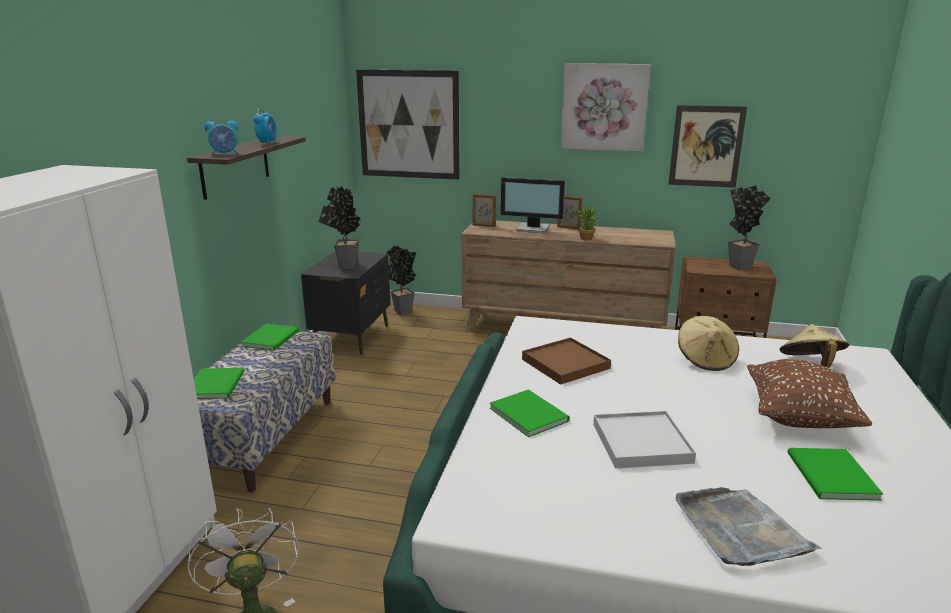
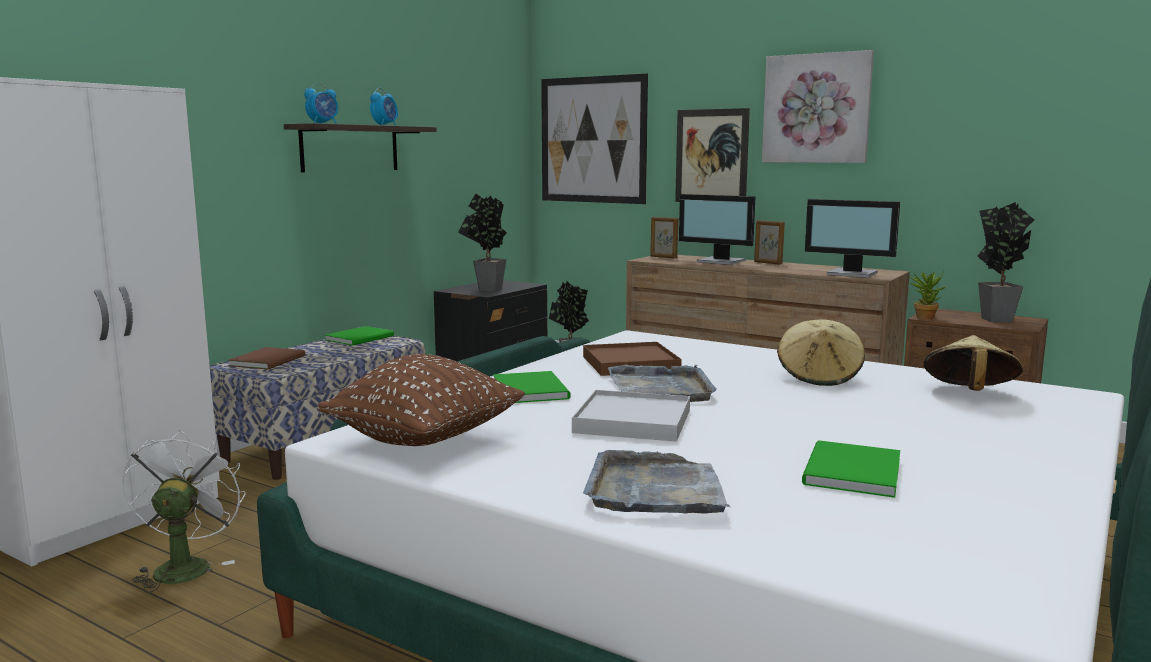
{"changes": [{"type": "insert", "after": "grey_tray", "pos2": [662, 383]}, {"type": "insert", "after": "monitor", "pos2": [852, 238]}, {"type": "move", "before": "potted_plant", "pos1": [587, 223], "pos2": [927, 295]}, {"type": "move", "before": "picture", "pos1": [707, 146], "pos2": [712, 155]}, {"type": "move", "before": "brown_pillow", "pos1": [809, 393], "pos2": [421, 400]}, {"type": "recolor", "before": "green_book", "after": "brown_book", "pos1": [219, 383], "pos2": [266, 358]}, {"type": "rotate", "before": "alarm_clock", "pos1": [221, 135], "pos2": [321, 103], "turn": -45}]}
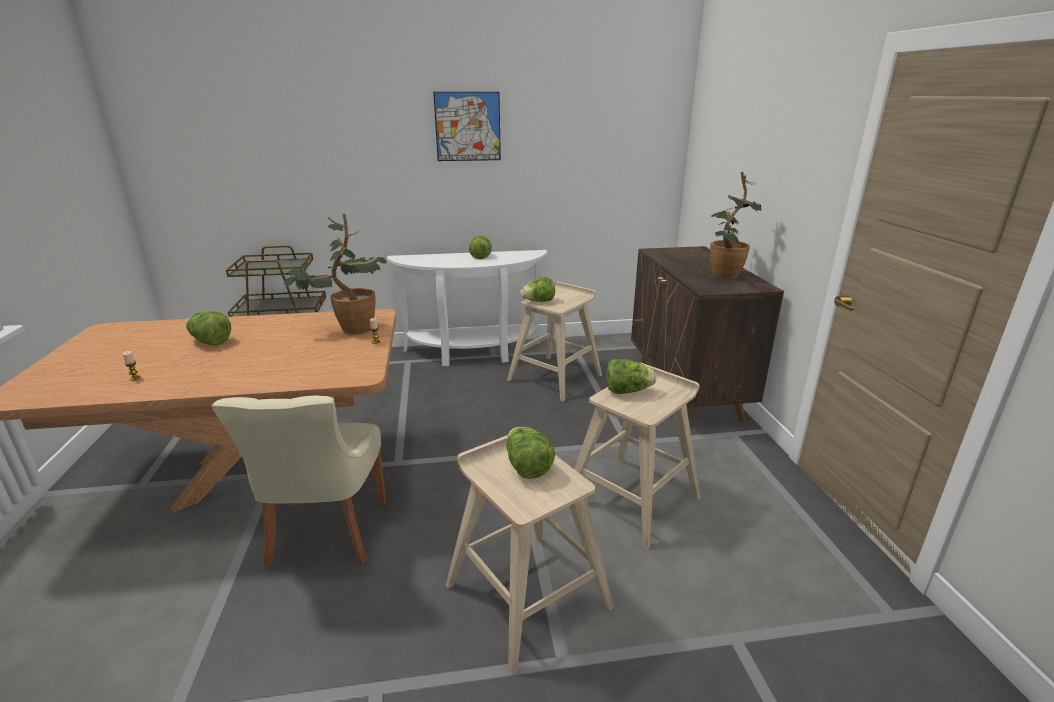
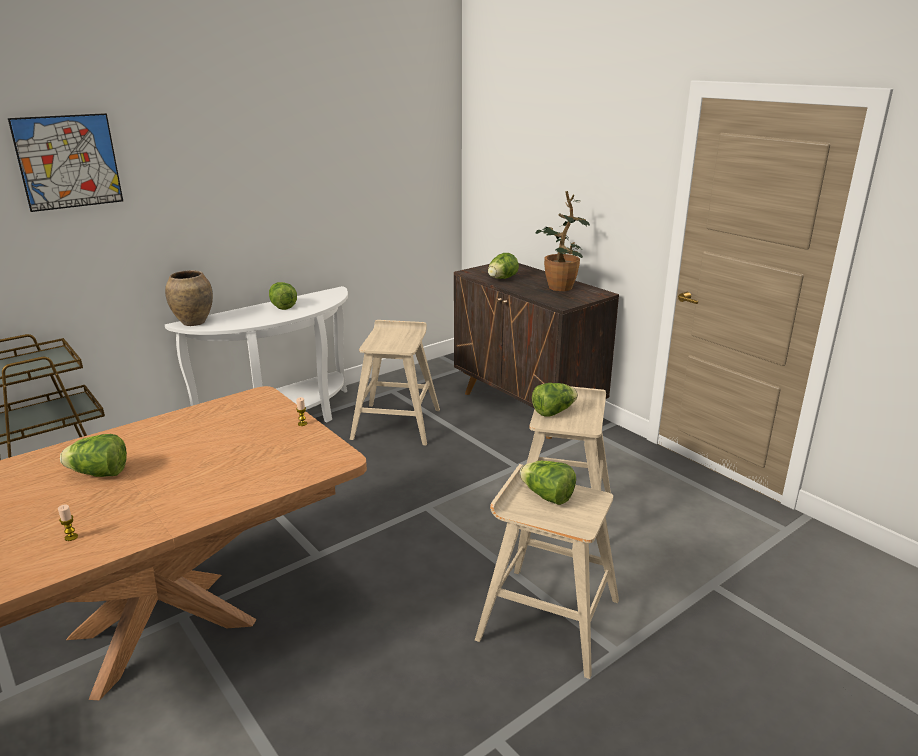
{"changes": [{"type": "delete", "before": "beige_chair", "pos1": [299, 481]}, {"type": "delete", "before": "potted_plant", "pos1": [335, 274]}, {"type": "insert", "after": "brown_vase", "pos2": [189, 298]}, {"type": "move", "before": "picture", "pos1": [467, 126], "pos2": [65, 162]}, {"type": "move", "before": "lettuce", "pos1": [537, 289], "pos2": [503, 266]}]}
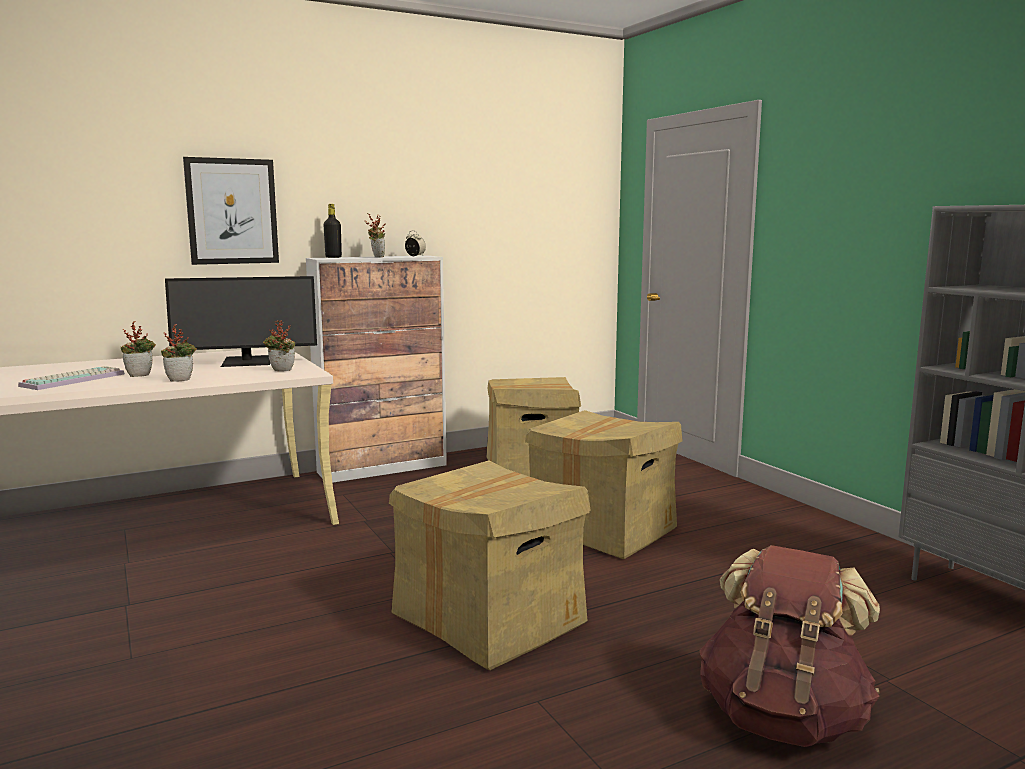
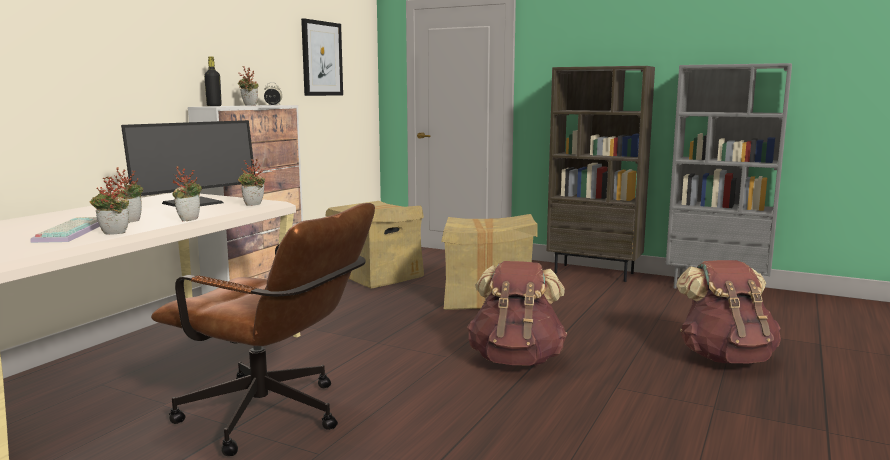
{"changes": [{"type": "insert", "after": "potted_plant", "pos2": [109, 206]}, {"type": "insert", "after": "brown_office_chair", "pos2": [263, 329]}, {"type": "insert", "after": "brown_bookcase", "pos2": [601, 174]}, {"type": "move", "before": "picture", "pos1": [231, 211], "pos2": [322, 57]}, {"type": "replace", "before": "cardboard_box", "after": "brown_backpack", "pos1": [489, 565], "pos2": [517, 313]}]}
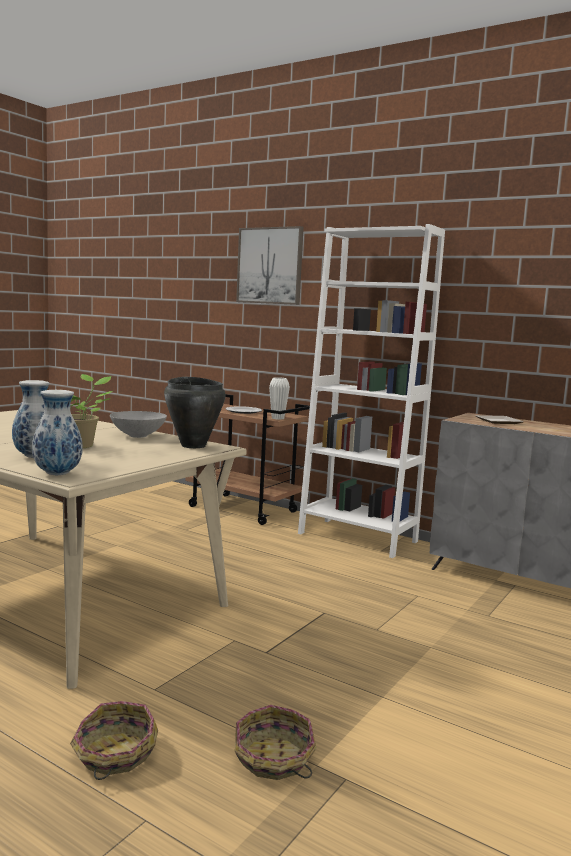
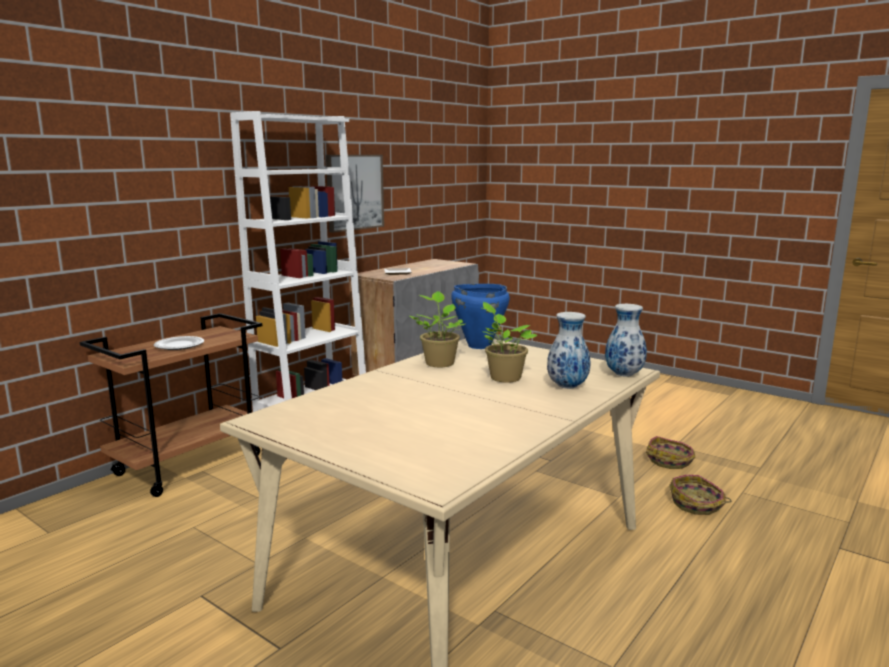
{"changes": [{"type": "delete", "before": "white_vase", "pos1": [279, 398]}, {"type": "move", "before": "picture", "pos1": [270, 265], "pos2": [355, 193]}, {"type": "replace", "before": "grey_bowl", "after": "potted_plant", "pos1": [138, 424], "pos2": [437, 329]}, {"type": "recolor", "before": "black_cooking_pot", "after": "blue_cooking_pot", "pos1": [195, 412], "pos2": [480, 316]}]}
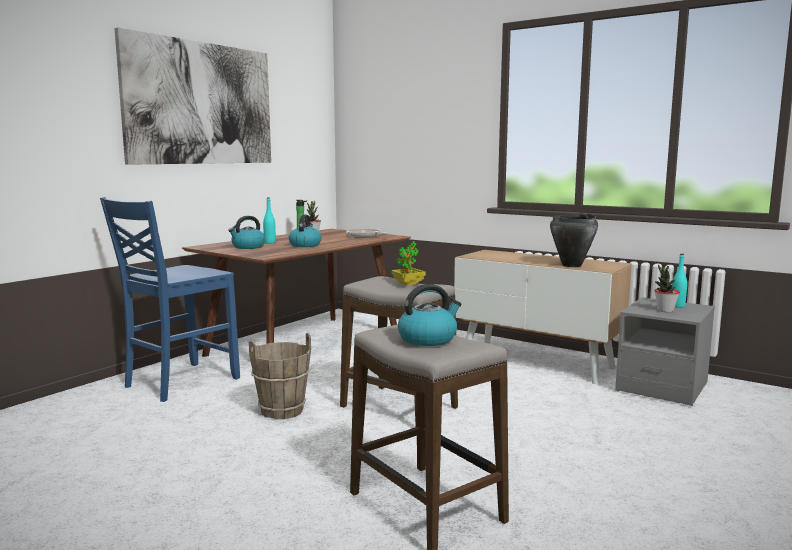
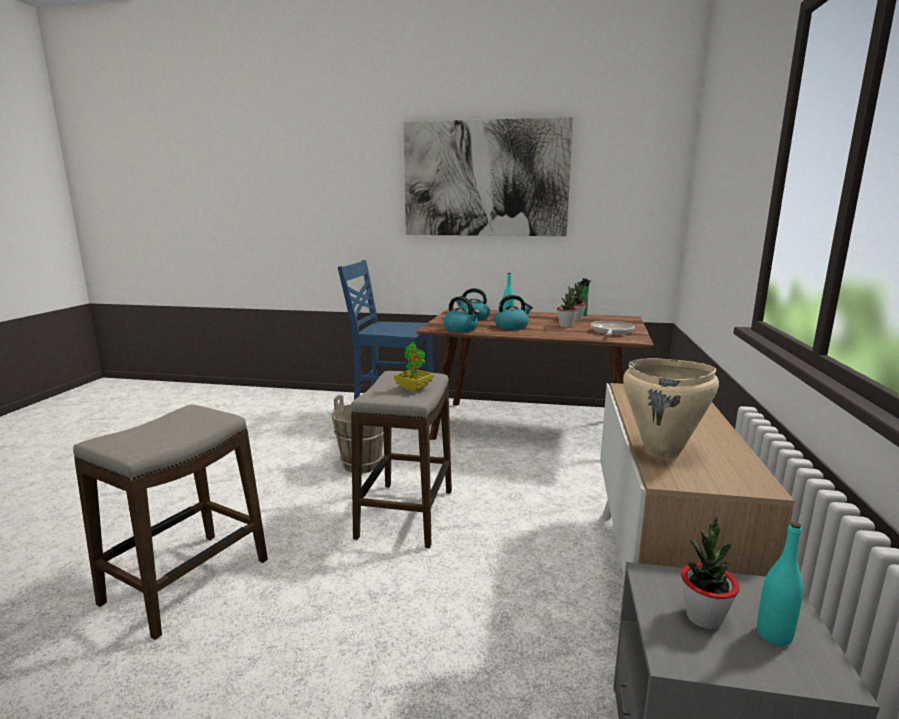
{"changes": [{"type": "insert", "after": "potted_plant", "pos2": [567, 306]}, {"type": "move", "before": "kettle", "pos1": [429, 315], "pos2": [461, 314]}, {"type": "recolor", "before": "black_cooking_pot", "after": "beige_cooking_pot", "pos1": [574, 240], "pos2": [671, 408]}]}
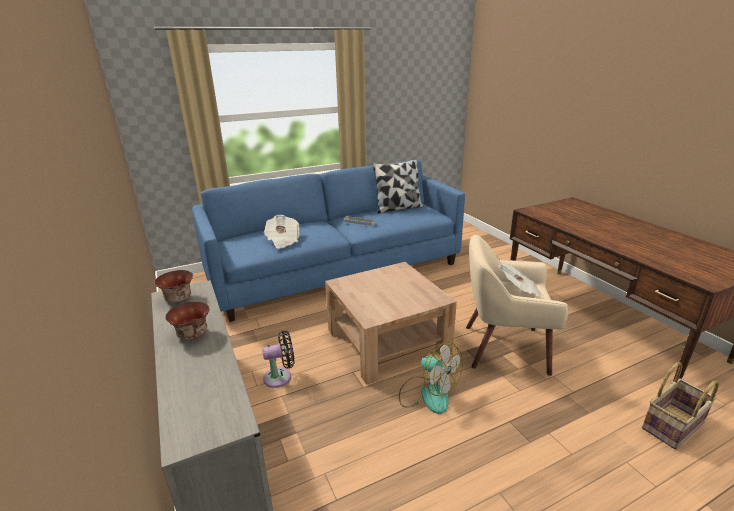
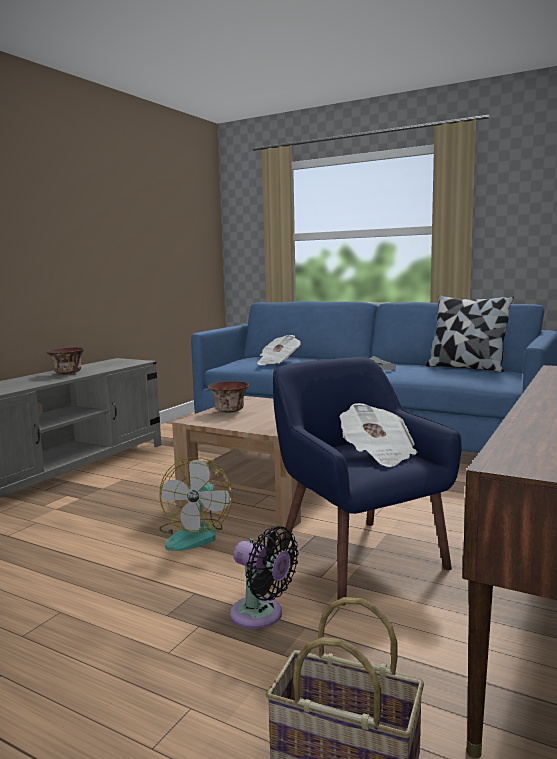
{"changes": [{"type": "move", "before": "bowl", "pos1": [173, 286], "pos2": [228, 396]}, {"type": "move", "before": "black_fan", "pos1": [278, 359], "pos2": [264, 577]}, {"type": "recolor", "before": "beige_armchair", "after": "blue_armchair", "pos1": [517, 305], "pos2": [367, 481]}]}
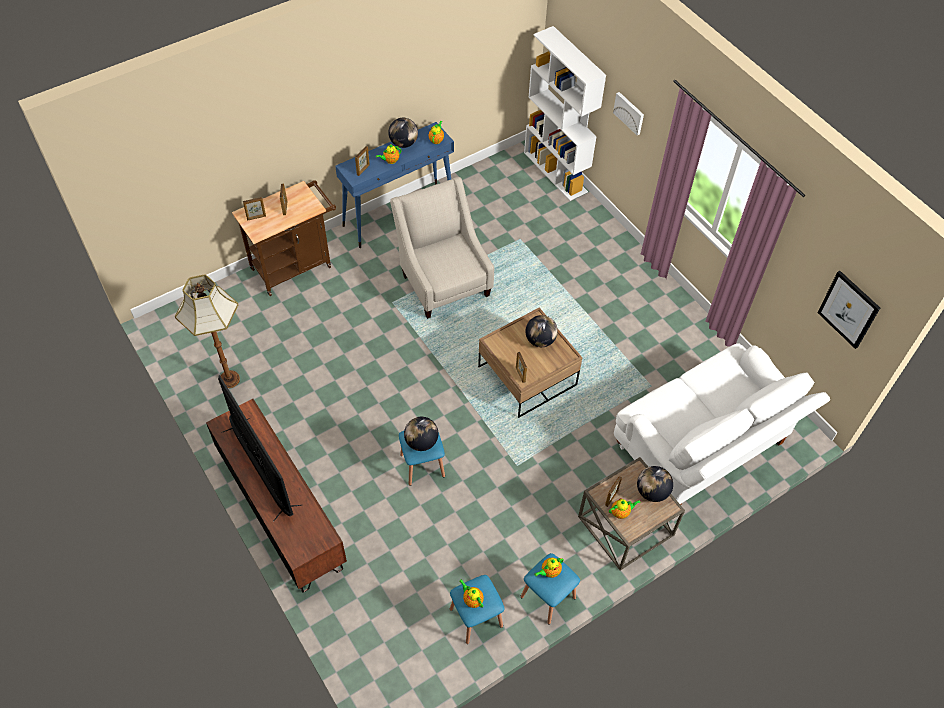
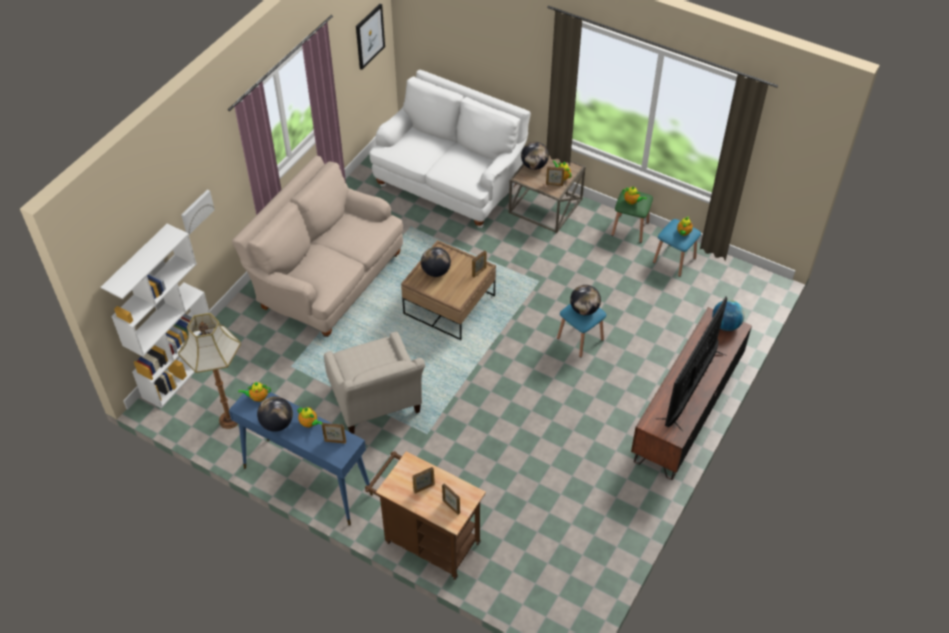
{"changes": [{"type": "insert", "after": "beige_sofa", "pos2": [317, 246]}, {"type": "insert", "after": "globe", "pos2": [728, 315]}, {"type": "move", "before": "floor_lamp", "pos1": [207, 331], "pos2": [209, 371]}, {"type": "recolor", "before": "blue_stool", "after": "green_stool", "pos1": [550, 589], "pos2": [632, 216]}, {"type": "rotate", "before": "beige_armchair", "pos1": [442, 248], "pos2": [374, 383], "turn": -60}]}
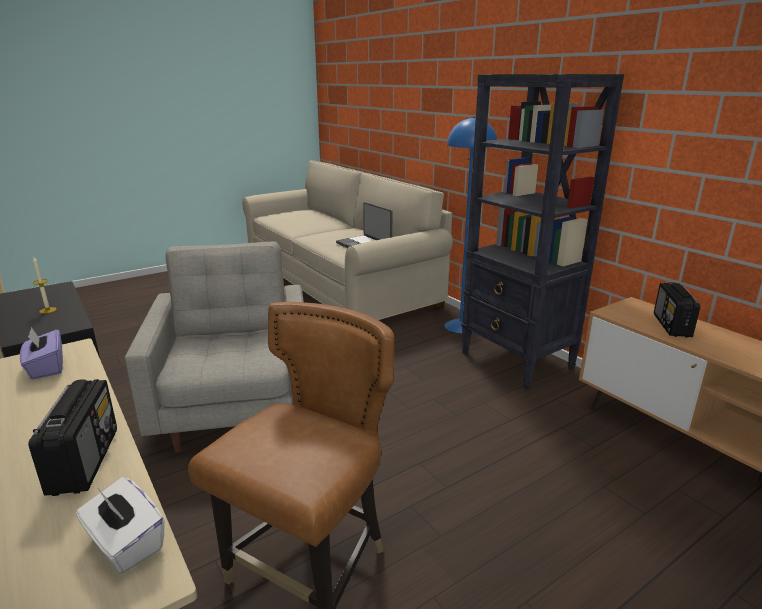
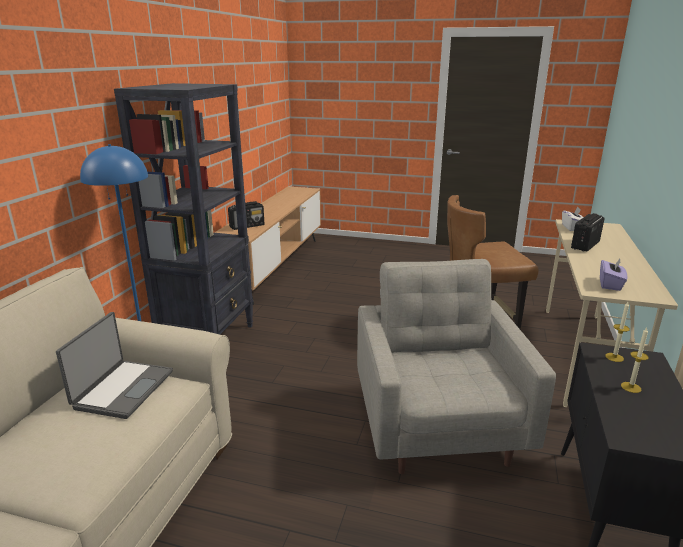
{"changes": [{"type": "insert", "after": "candle", "pos2": [617, 332]}, {"type": "rotate", "before": "grey_armchair", "pos1": [214, 347], "pos2": [456, 366], "turn": 135}]}
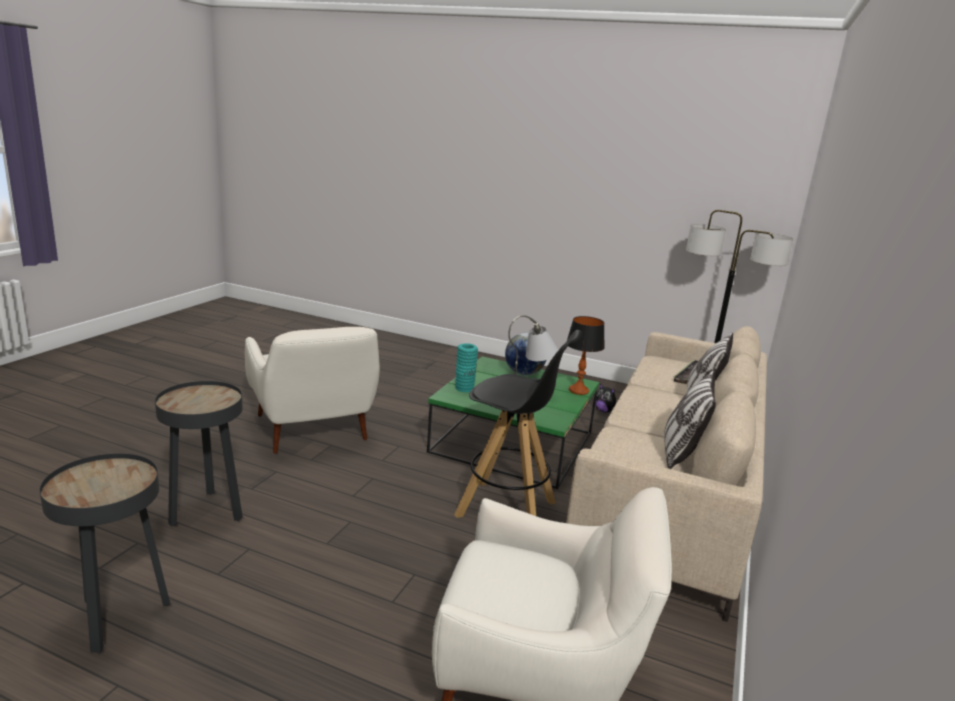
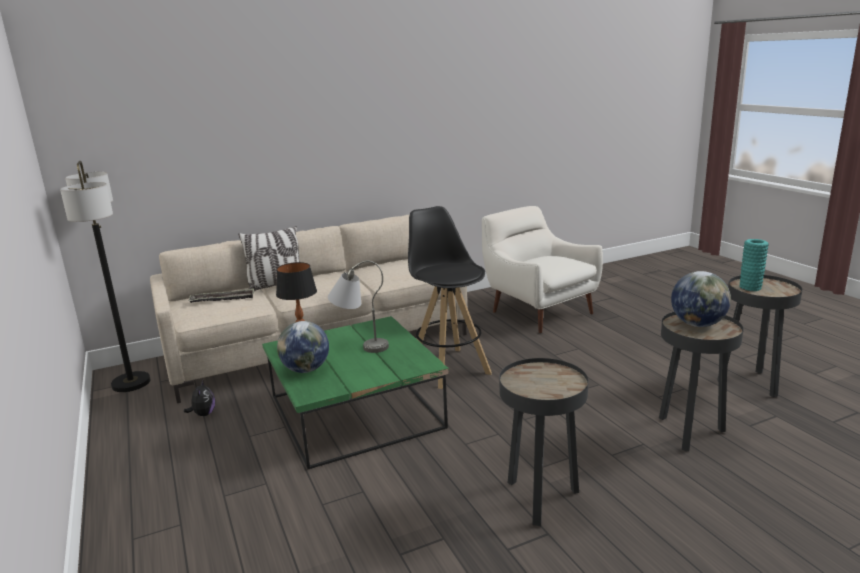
{"changes": [{"type": "delete", "before": "pillow", "pos1": [690, 420]}, {"type": "insert", "after": "globe", "pos2": [701, 299]}, {"type": "move", "before": "turquoise_vase", "pos1": [466, 367], "pos2": [754, 265]}, {"type": "replace", "before": "white_armchair", "after": "black_side_table", "pos1": [312, 390], "pos2": [543, 442]}]}
